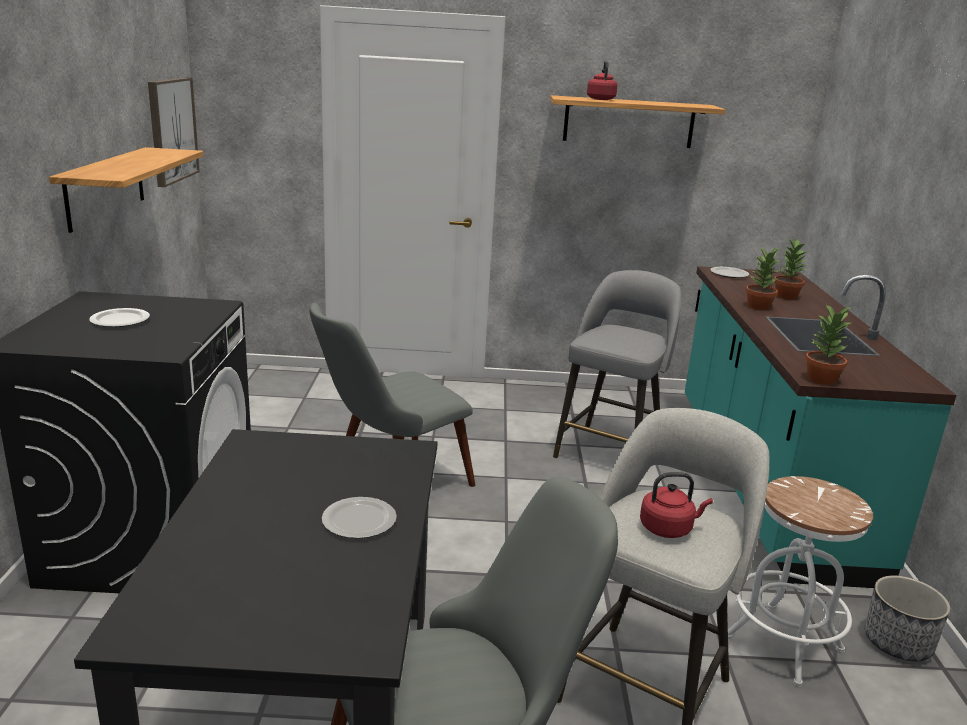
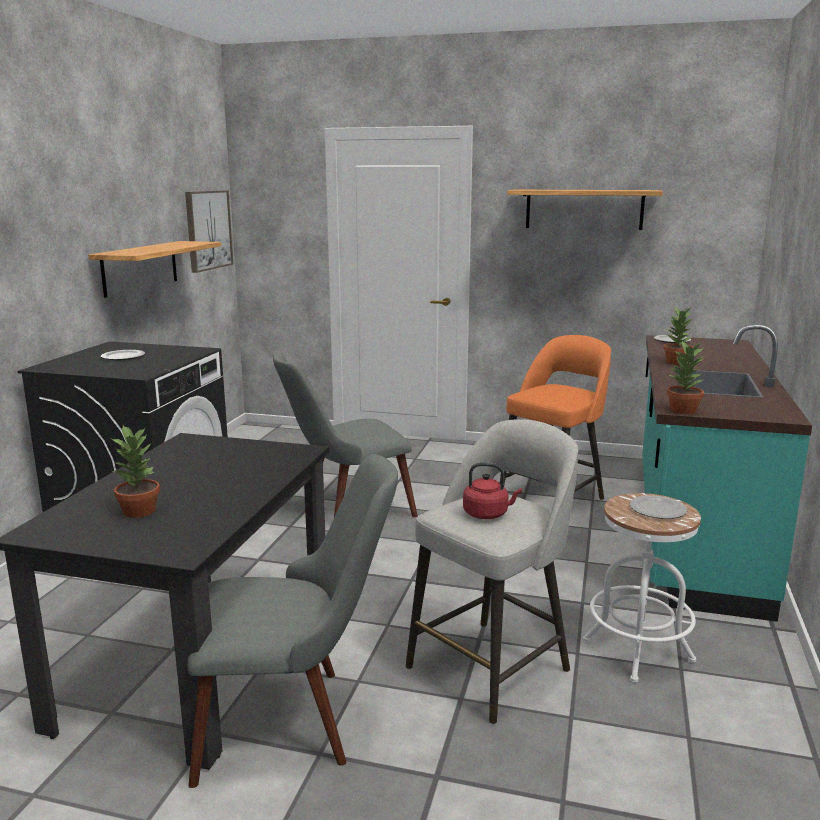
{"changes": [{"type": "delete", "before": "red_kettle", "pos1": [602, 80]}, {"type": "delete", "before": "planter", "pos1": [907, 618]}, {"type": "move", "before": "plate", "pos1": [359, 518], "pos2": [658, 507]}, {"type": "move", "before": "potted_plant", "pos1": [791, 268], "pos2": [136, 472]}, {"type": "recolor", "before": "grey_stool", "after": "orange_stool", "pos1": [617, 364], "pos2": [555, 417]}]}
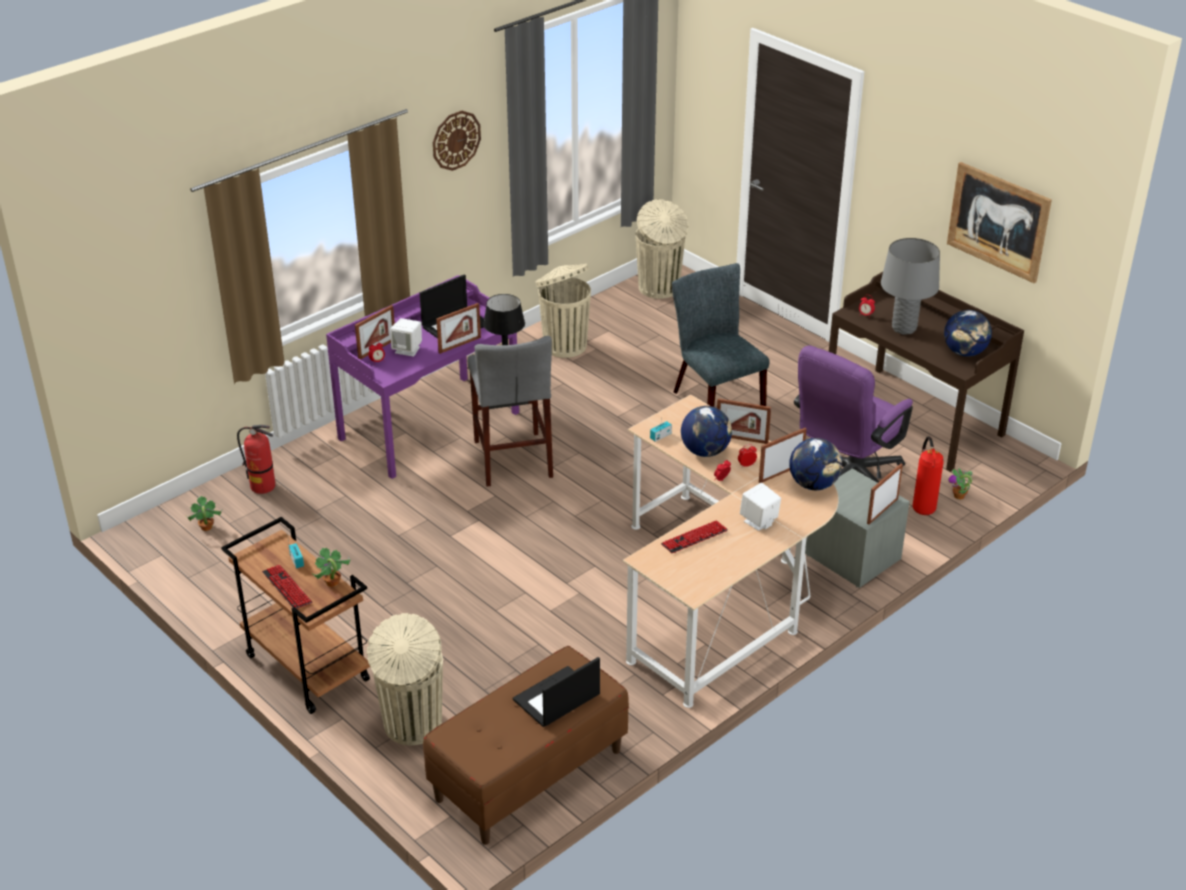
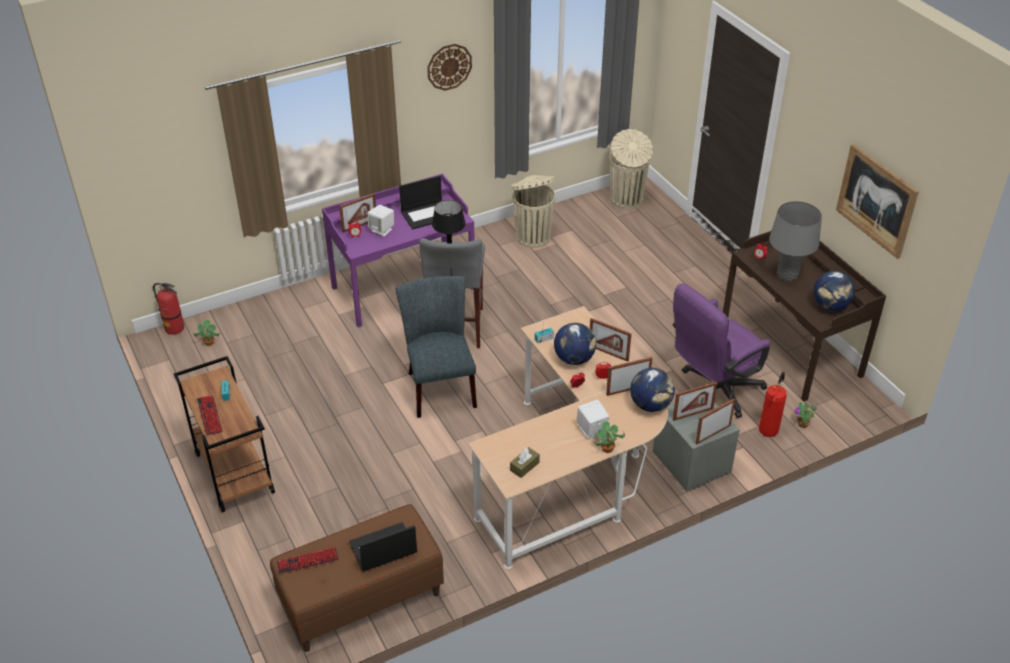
{"changes": [{"type": "delete", "before": "beige_trash_can", "pos1": [405, 679]}, {"type": "insert", "after": "brown_tissue_box", "pos2": [525, 462]}, {"type": "move", "before": "fire_extinguisher", "pos1": [256, 459], "pos2": [168, 309]}, {"type": "move", "before": "potted_plant", "pos1": [330, 567], "pos2": [609, 437]}, {"type": "move", "before": "picture_frame", "pos1": [458, 328], "pos2": [695, 401]}, {"type": "move", "before": "keyboard", "pos1": [694, 536], "pos2": [308, 560]}, {"type": "move", "before": "grey_chair", "pos1": [721, 335], "pos2": [436, 347]}]}
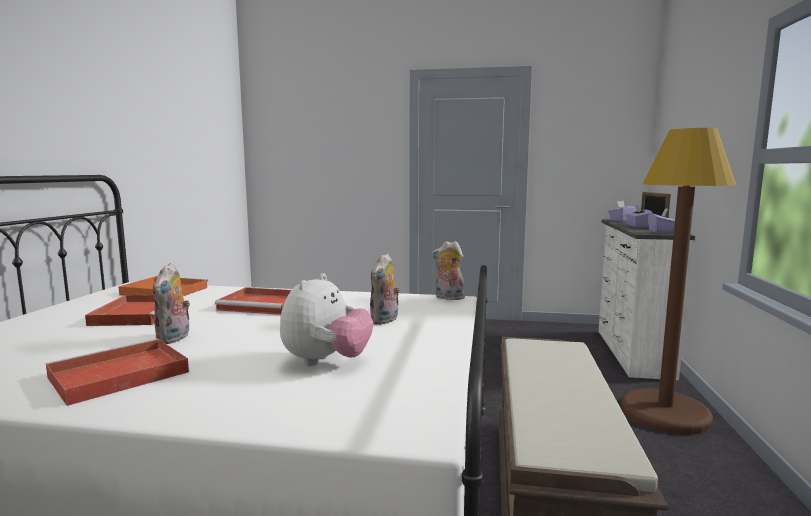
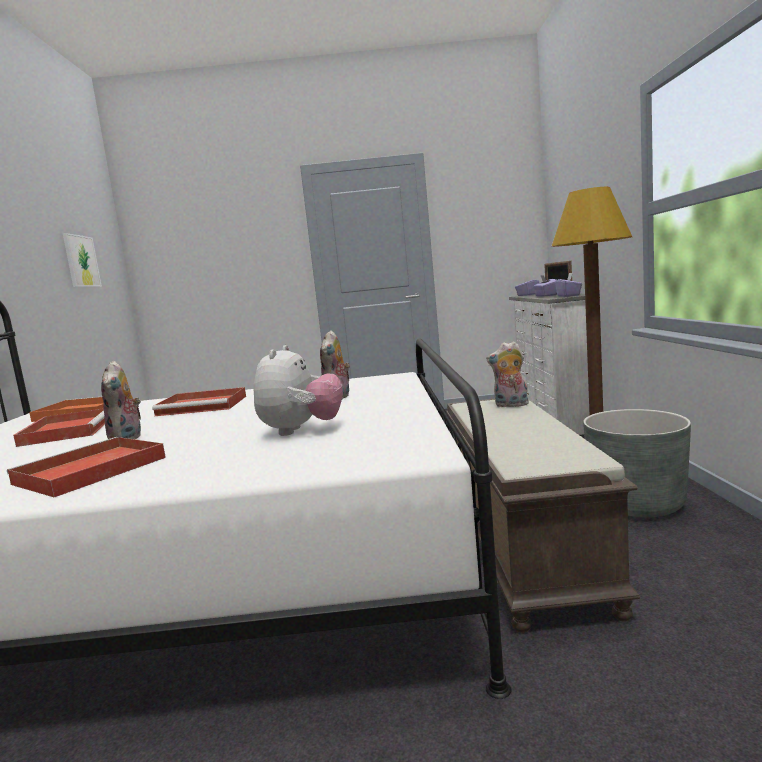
{"changes": [{"type": "insert", "after": "picture", "pos2": [82, 260]}, {"type": "insert", "after": "grey_planter", "pos2": [637, 463]}, {"type": "move", "before": "plush_toy", "pos1": [448, 270], "pos2": [507, 374]}]}
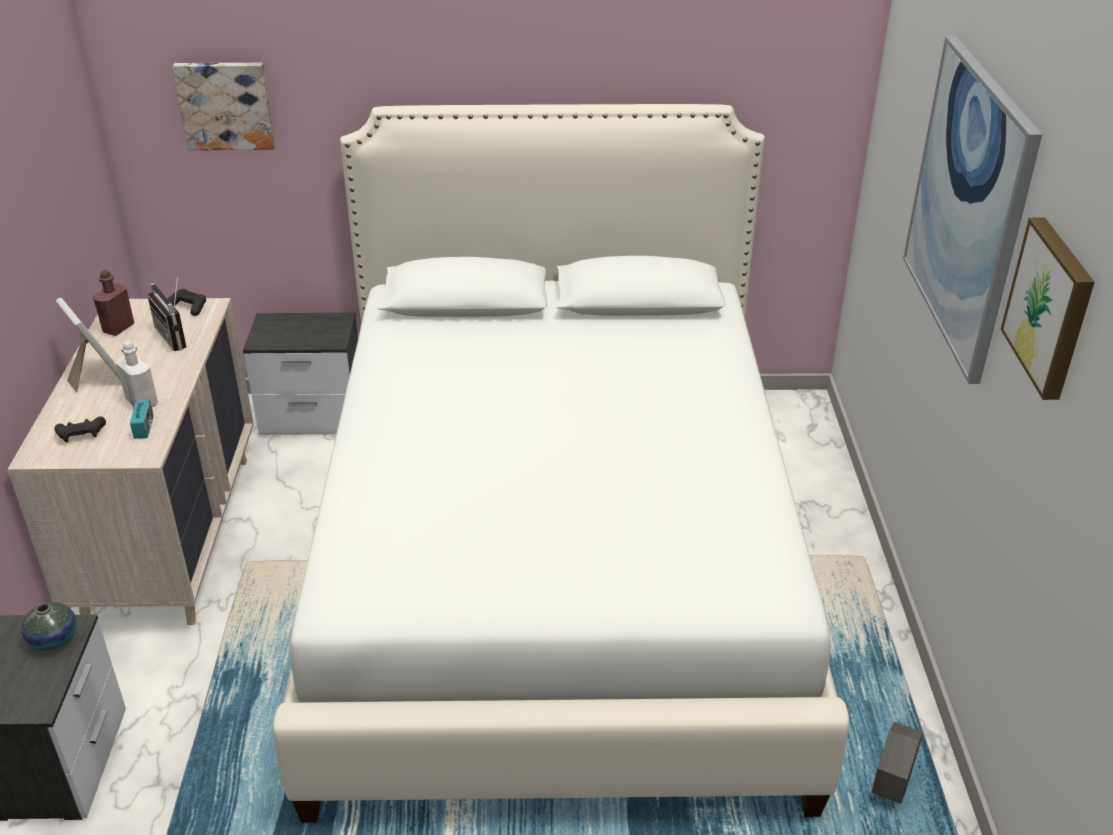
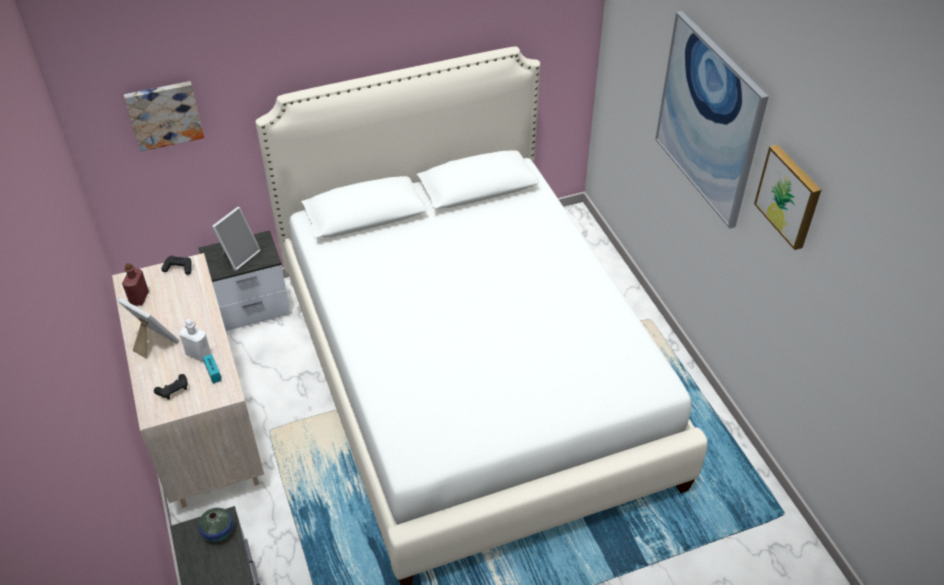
{"changes": [{"type": "delete", "before": "radio", "pos1": [167, 312]}, {"type": "delete", "before": "grey_planter", "pos1": [897, 763]}, {"type": "insert", "after": "picture_frame", "pos2": [236, 239]}]}
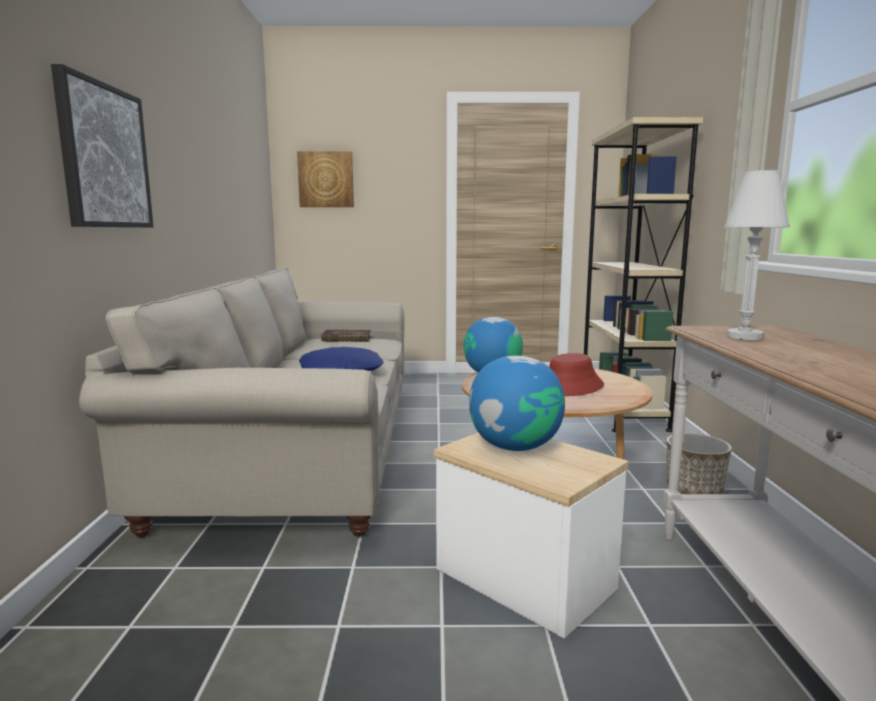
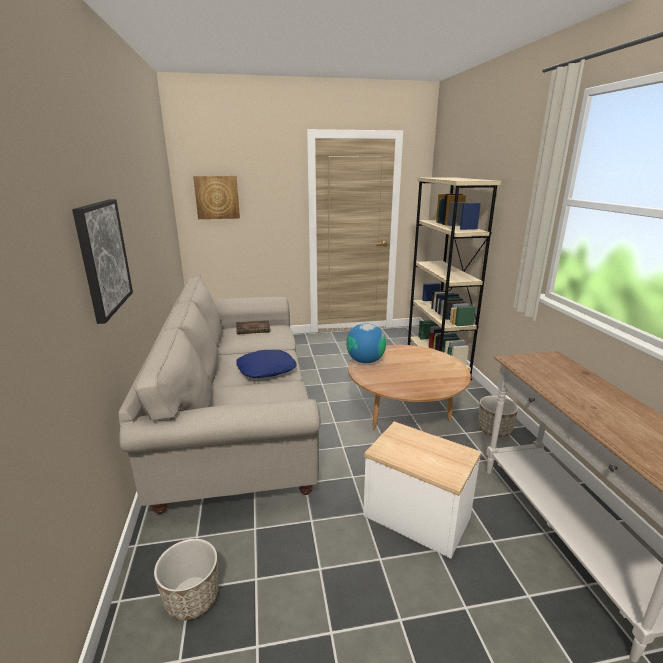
{"changes": [{"type": "delete", "before": "globe", "pos1": [517, 403]}, {"type": "delete", "before": "red_hat", "pos1": [576, 374]}, {"type": "delete", "before": "white_table_lamp", "pos1": [757, 255]}, {"type": "insert", "after": "planter", "pos2": [186, 580]}]}
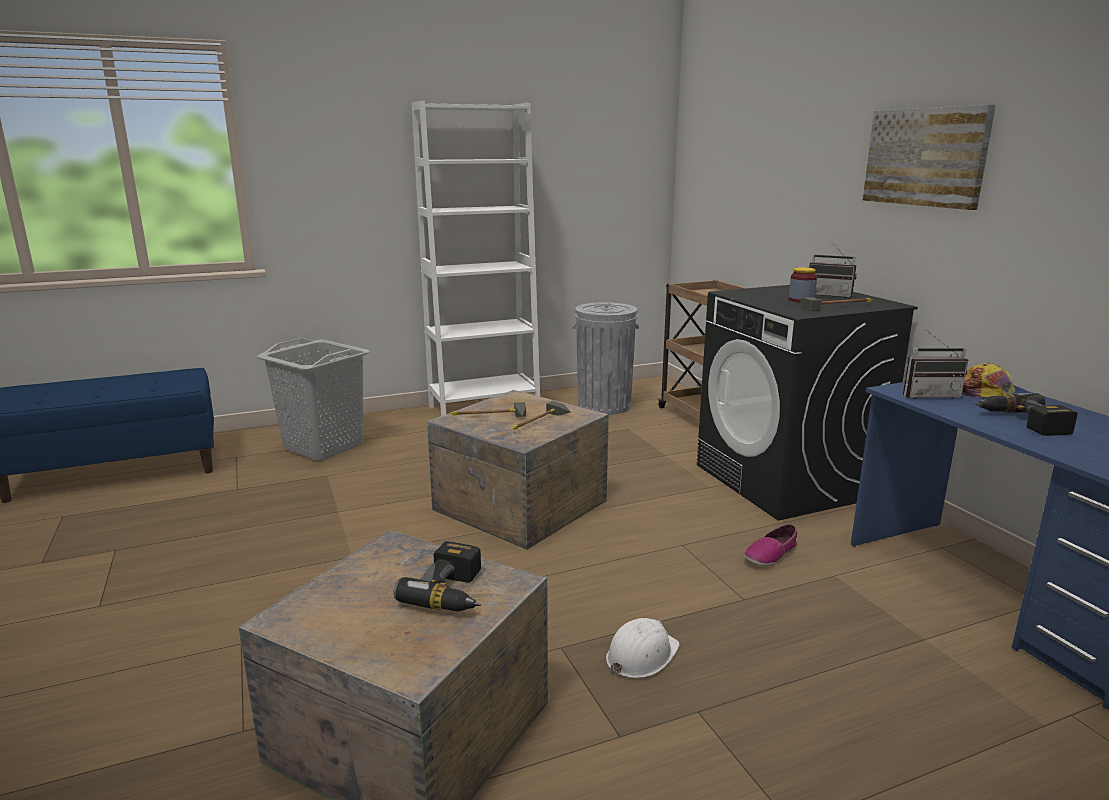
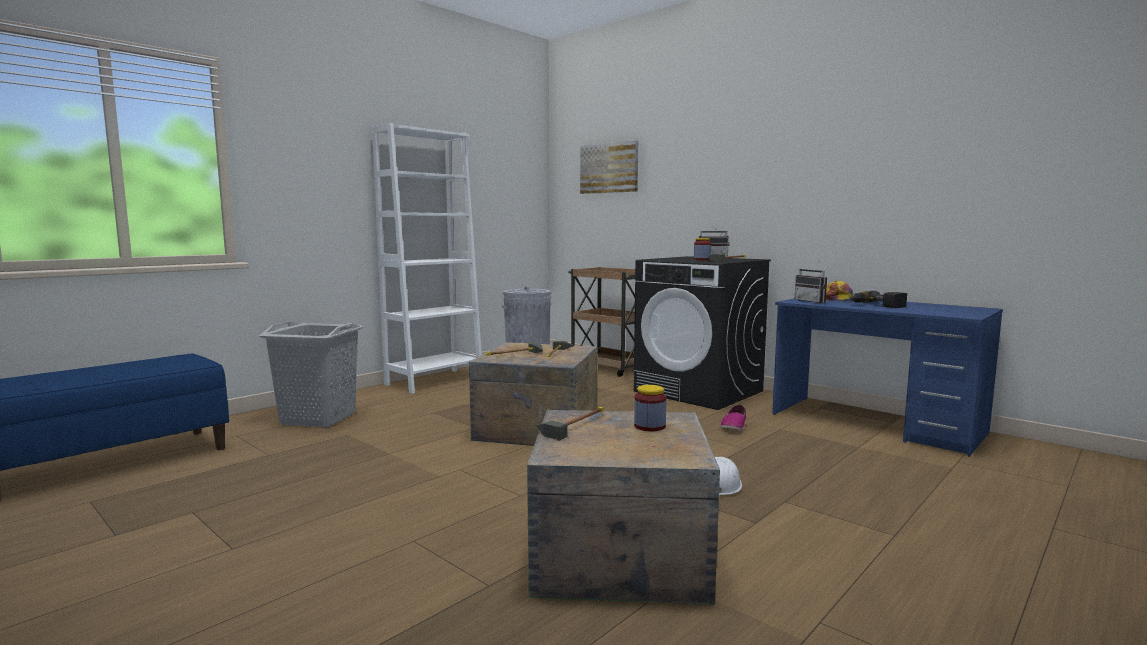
{"changes": [{"type": "insert", "after": "hammer", "pos2": [569, 424]}, {"type": "move", "before": "picture", "pos1": [929, 157], "pos2": [609, 167]}, {"type": "replace", "before": "power_drill", "after": "jar", "pos1": [437, 576], "pos2": [650, 408]}, {"type": "rotate", "before": "radio", "pos1": [935, 364], "pos2": [811, 282], "turn": 90}]}
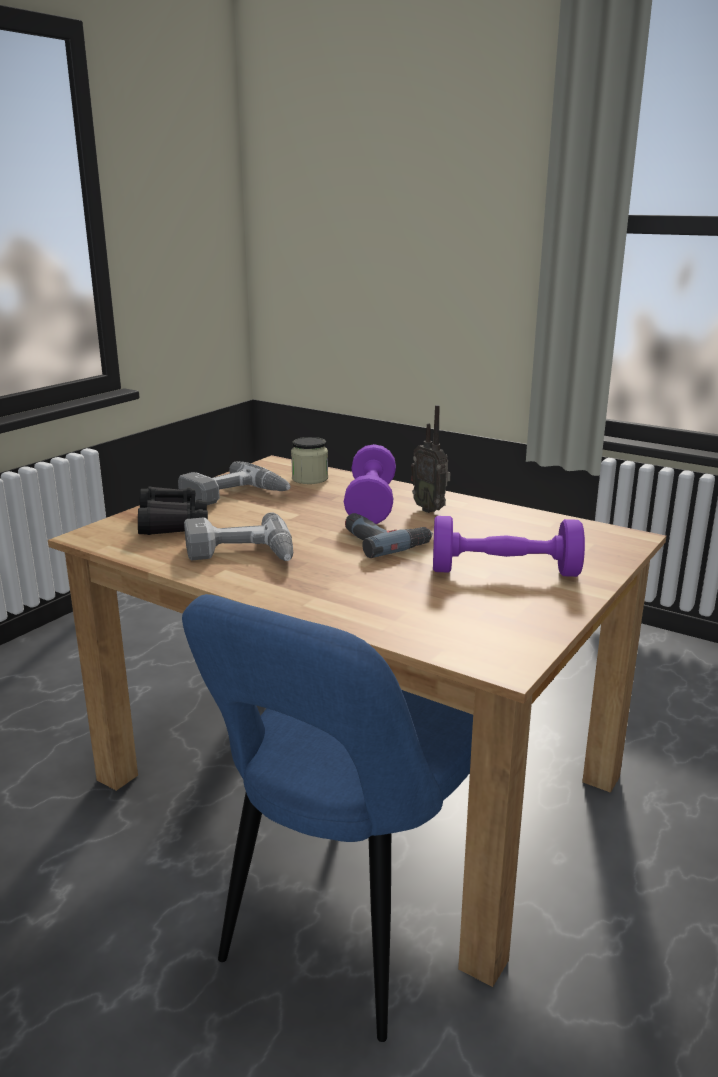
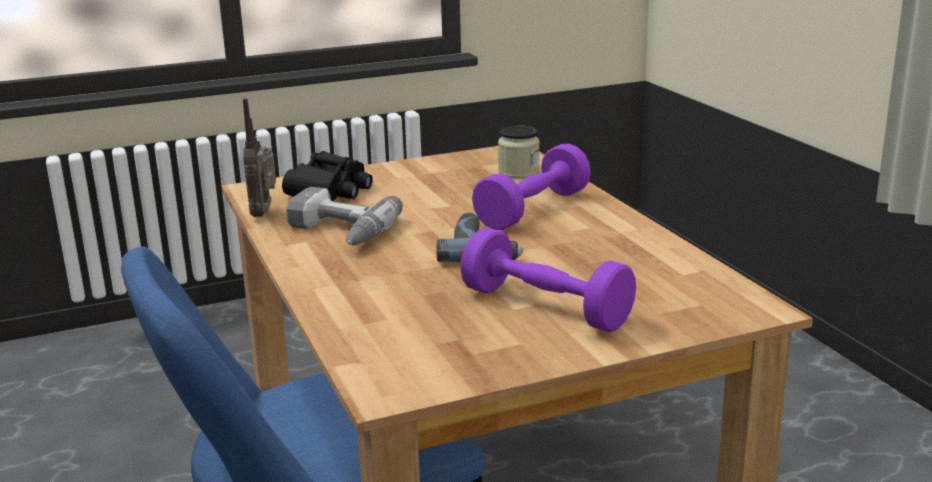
{"changes": [{"type": "delete", "before": "power_drill", "pos1": [234, 483]}, {"type": "move", "before": "radio", "pos1": [431, 459], "pos2": [259, 157]}]}
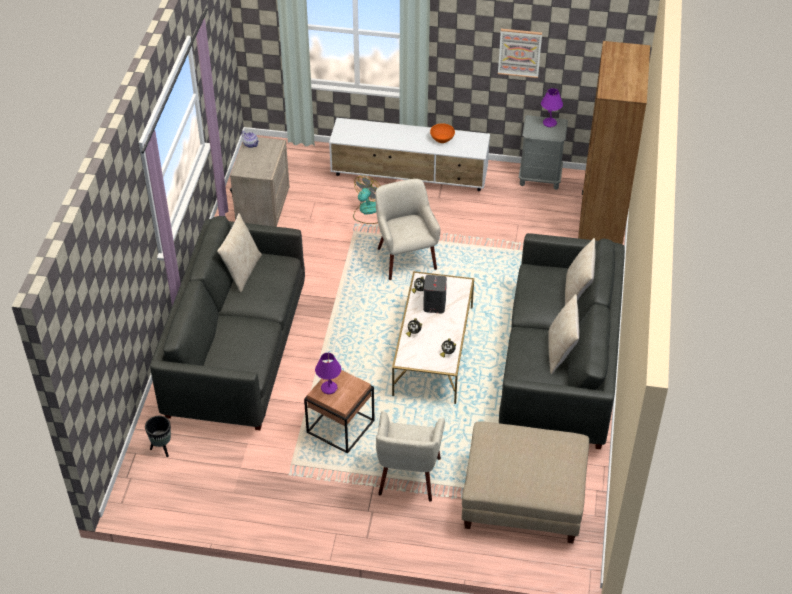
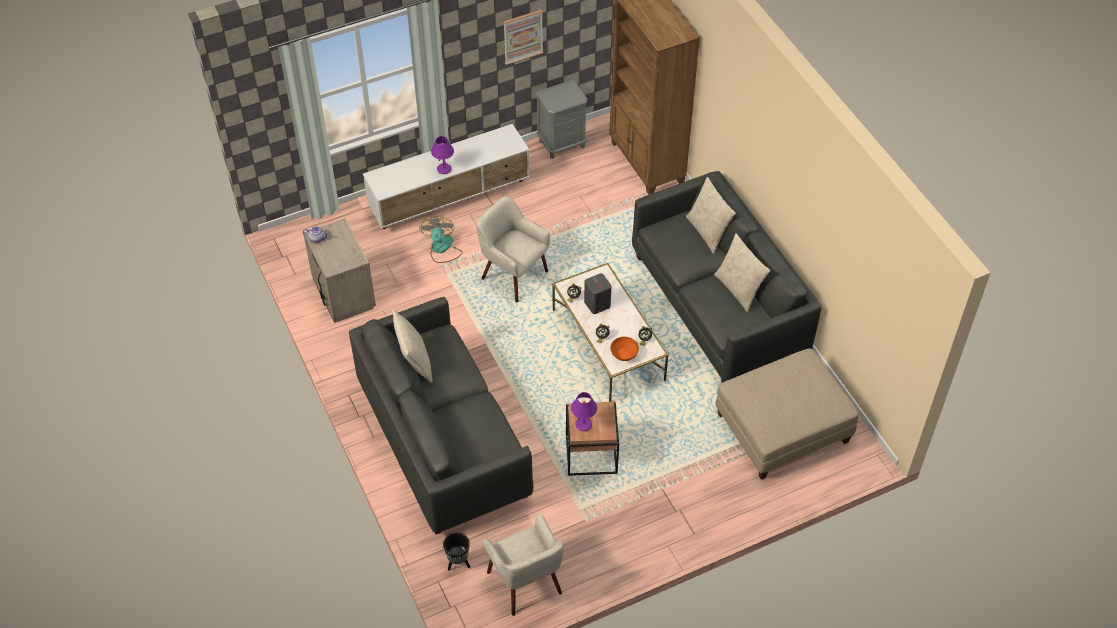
{"changes": [{"type": "move", "before": "beige_armchair", "pos1": [410, 456], "pos2": [523, 565]}, {"type": "move", "before": "orange_bowl", "pos1": [442, 133], "pos2": [625, 349]}, {"type": "move", "before": "purple_table_lamp", "pos1": [552, 107], "pos2": [442, 155]}]}
